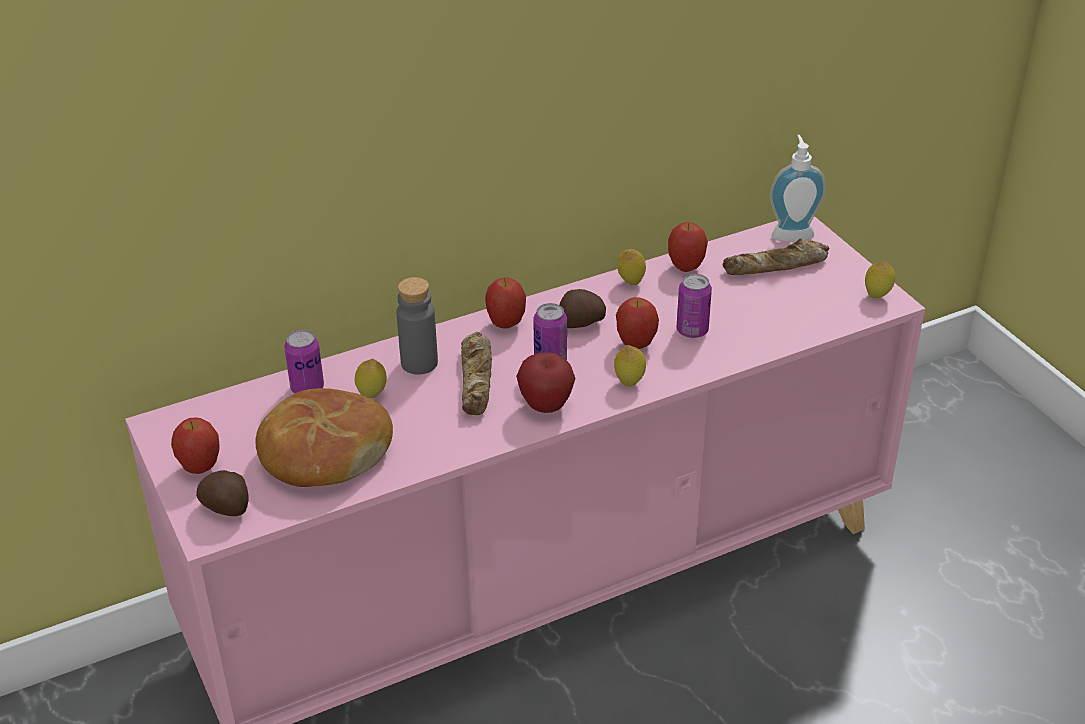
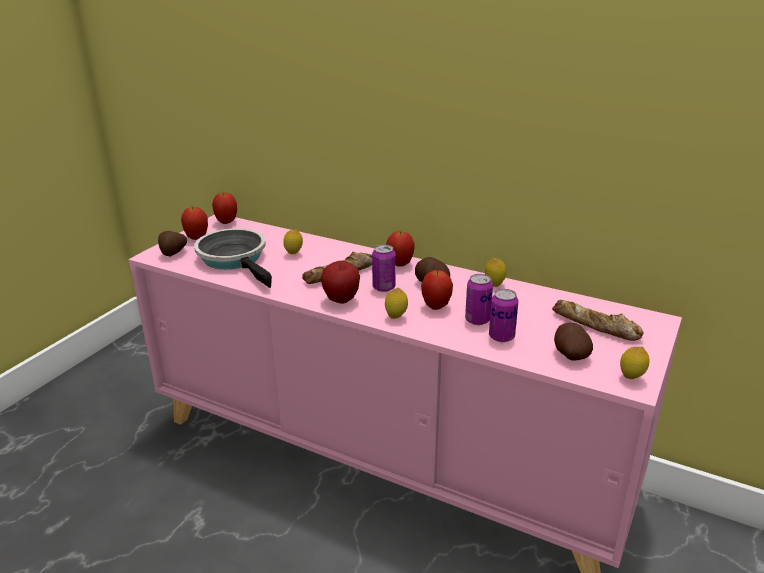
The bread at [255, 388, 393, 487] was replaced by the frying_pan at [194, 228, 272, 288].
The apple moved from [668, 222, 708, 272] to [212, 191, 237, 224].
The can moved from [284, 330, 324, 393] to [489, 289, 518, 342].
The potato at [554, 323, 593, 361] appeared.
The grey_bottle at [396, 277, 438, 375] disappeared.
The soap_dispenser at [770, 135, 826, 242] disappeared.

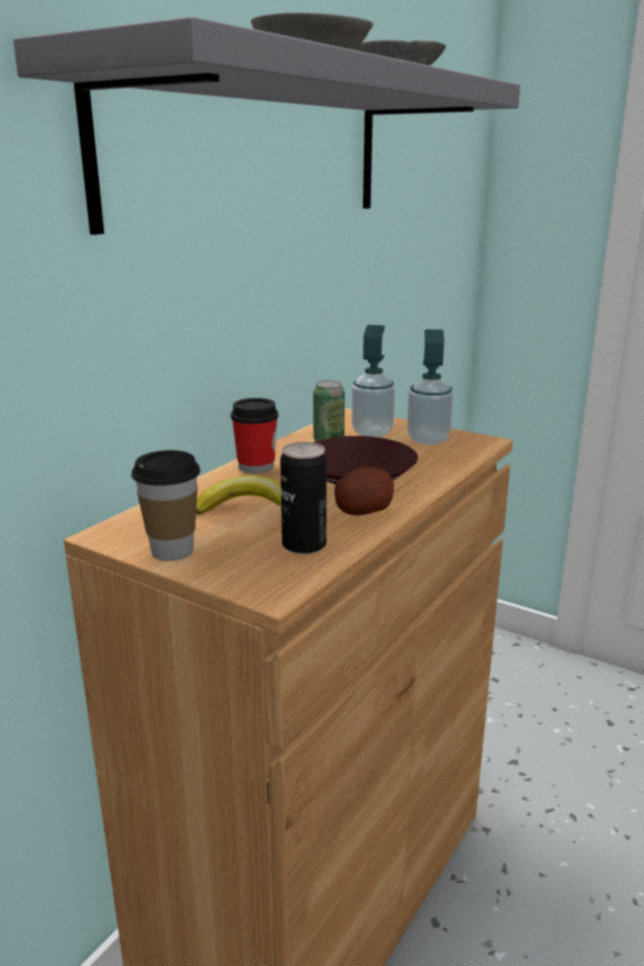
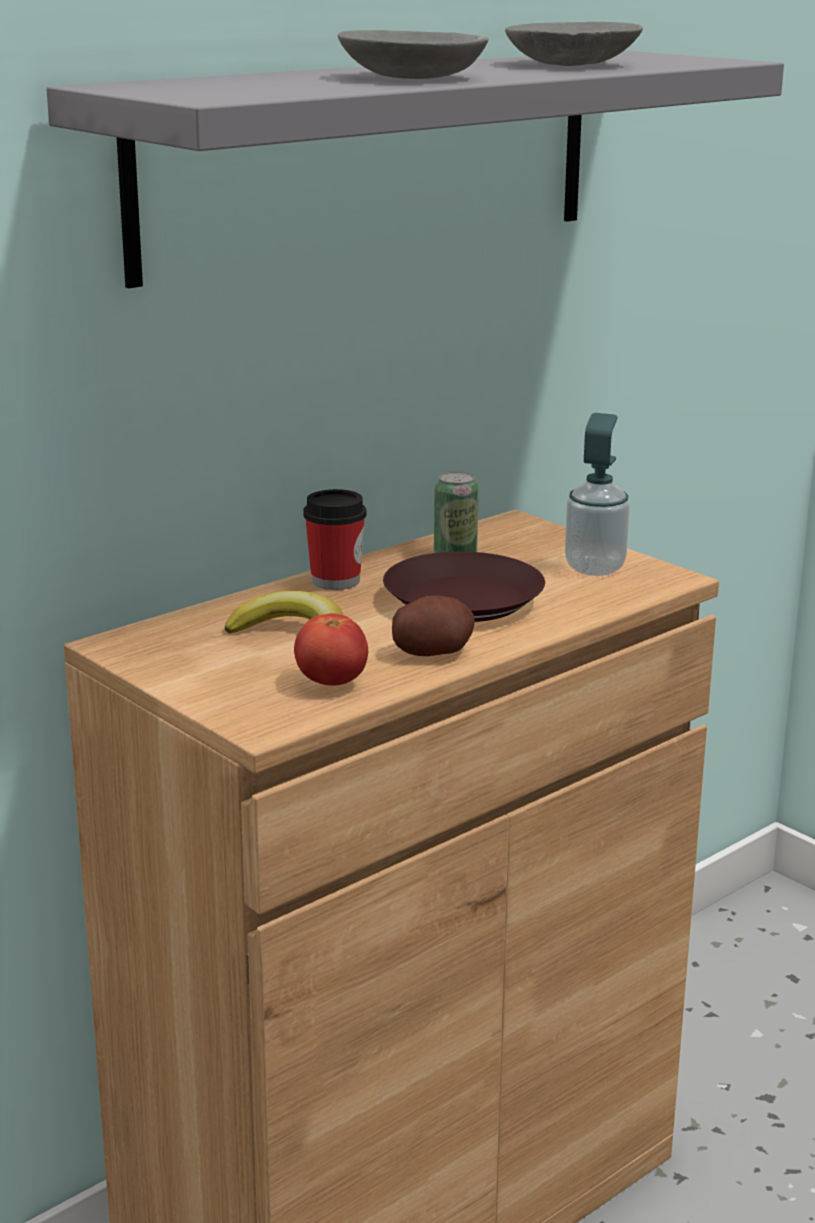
The can at [280, 442, 327, 554] was replaced by the tomato at [294, 613, 368, 686].
The cup at [131, 450, 200, 561] disappeared.
The soap_dispenser at [352, 325, 395, 437] disappeared.

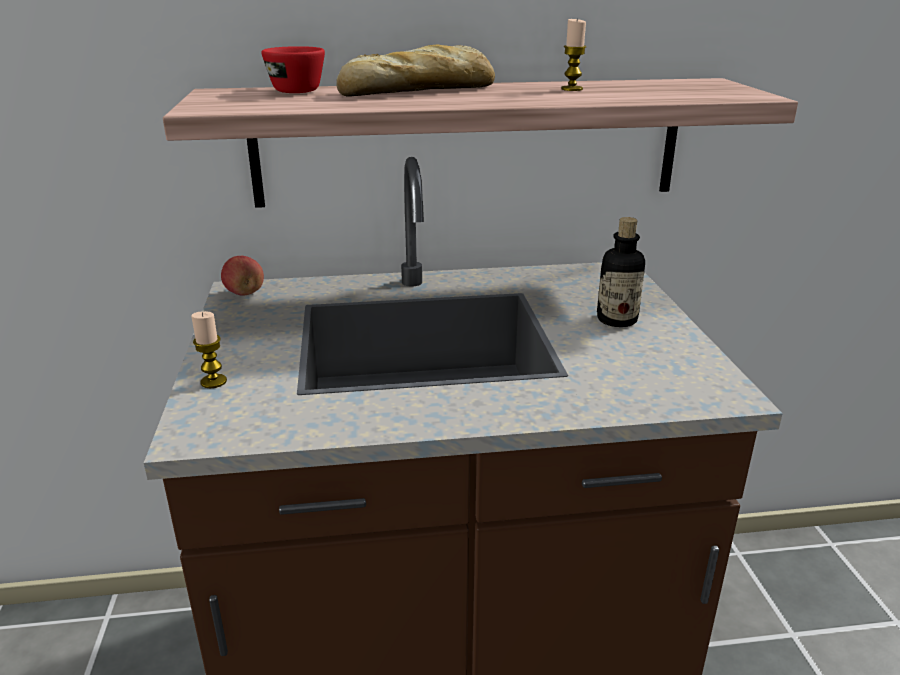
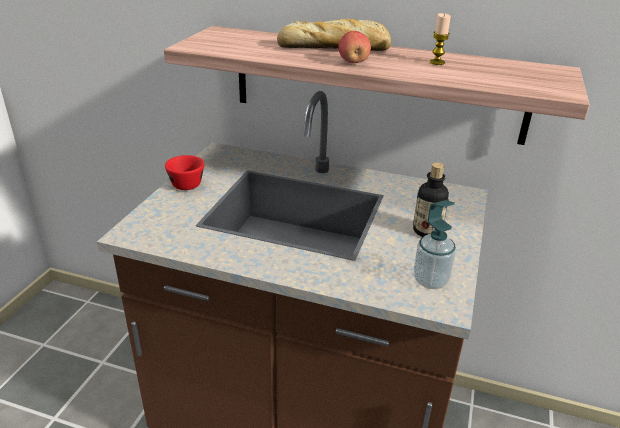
The red_cup moved from [261, 46, 325, 93] to [165, 155, 204, 190].
The apple moved from [221, 256, 264, 296] to [338, 31, 371, 63].
The soap_dispenser at [414, 200, 456, 289] appeared.
The candle at [191, 311, 227, 388] disappeared.

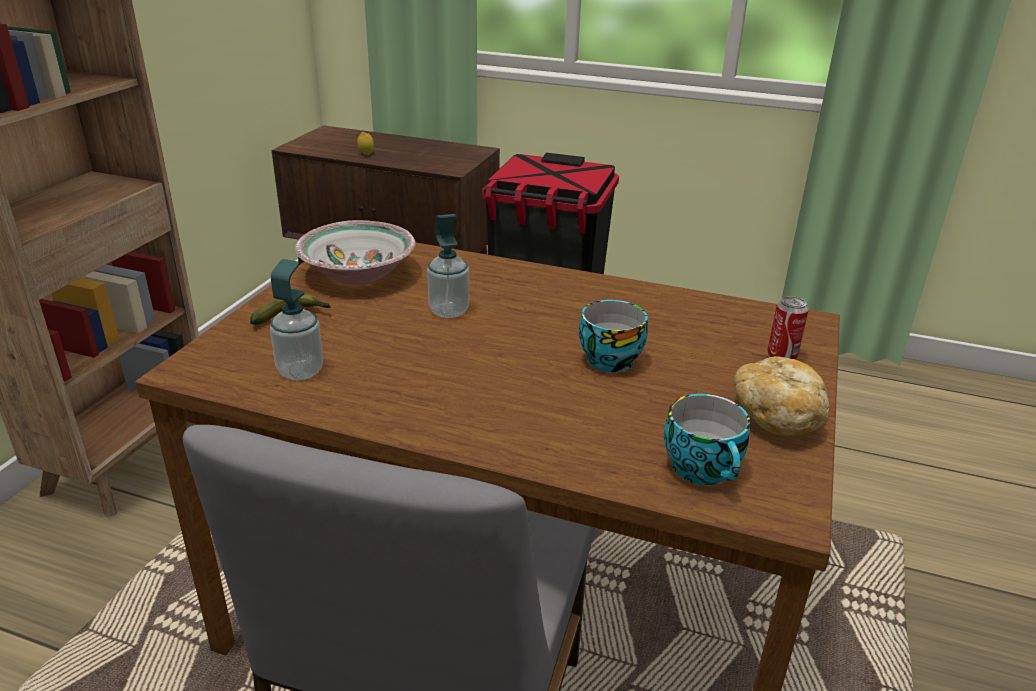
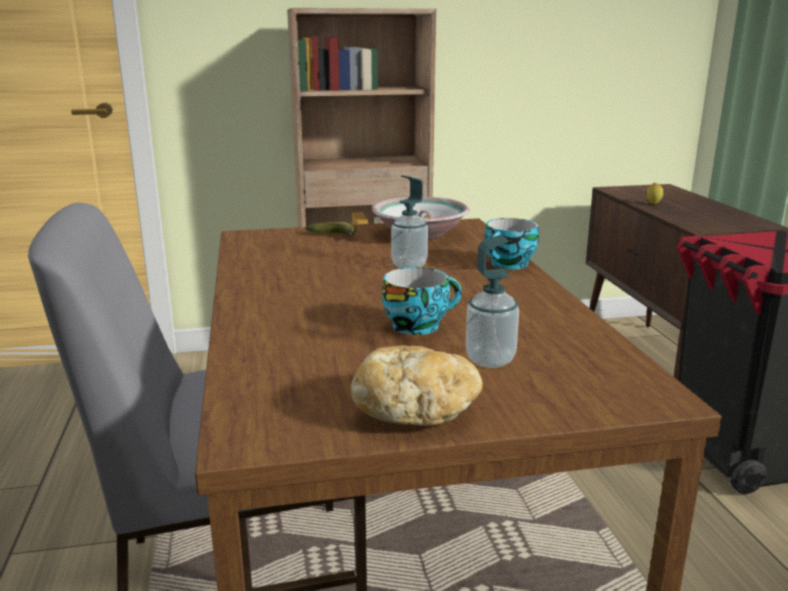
The soap_dispenser moved from [270, 259, 323, 380] to [466, 235, 519, 368].
The cup moved from [664, 394, 750, 485] to [484, 218, 539, 270].
The can at [768, 296, 809, 359] disappeared.

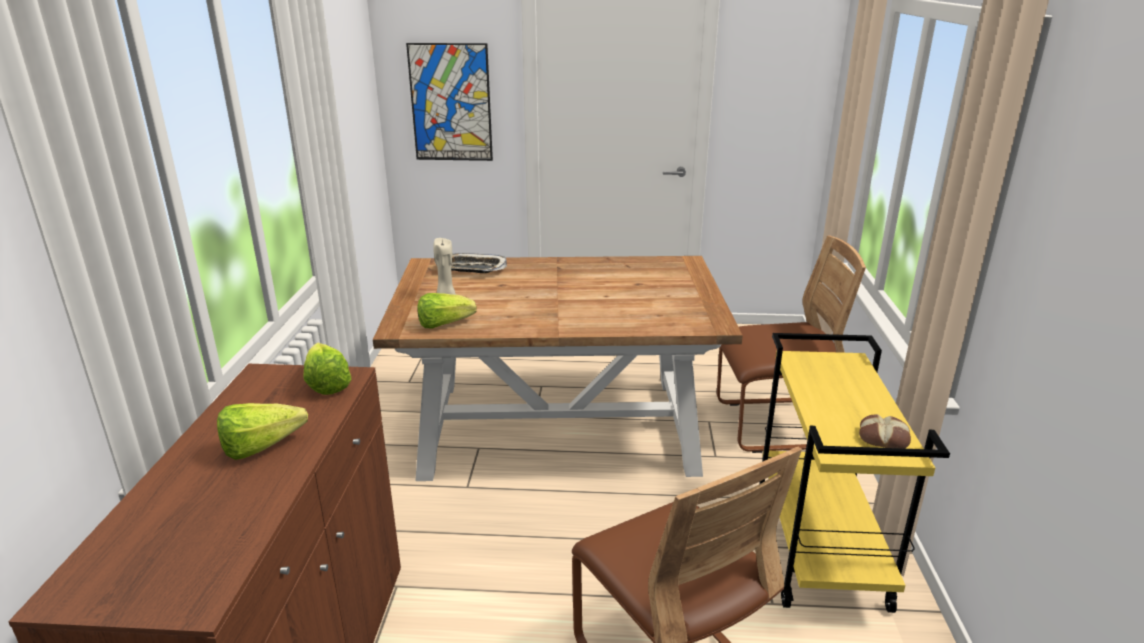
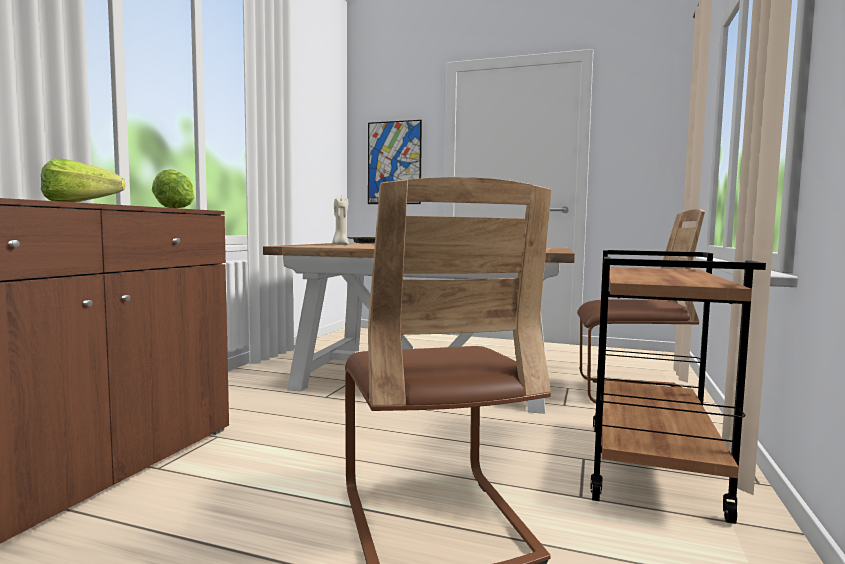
The yellow_cart at [759, 333, 950, 613] became the brown_cart at [590, 250, 766, 524].
The lettuce at [417, 293, 477, 328] disappeared.
The bread at [859, 414, 911, 449] disappeared.

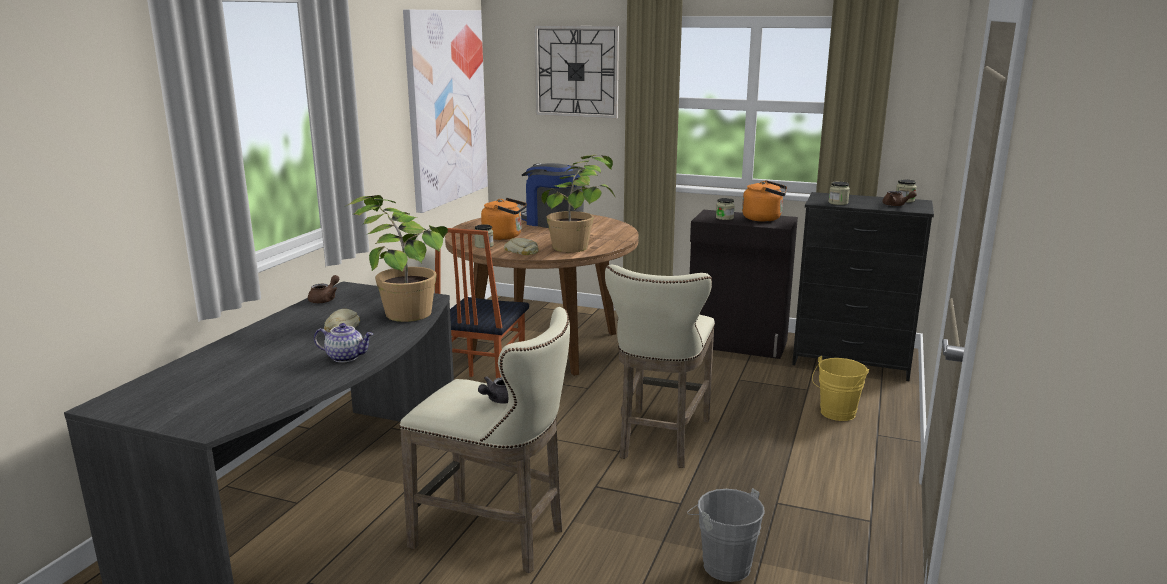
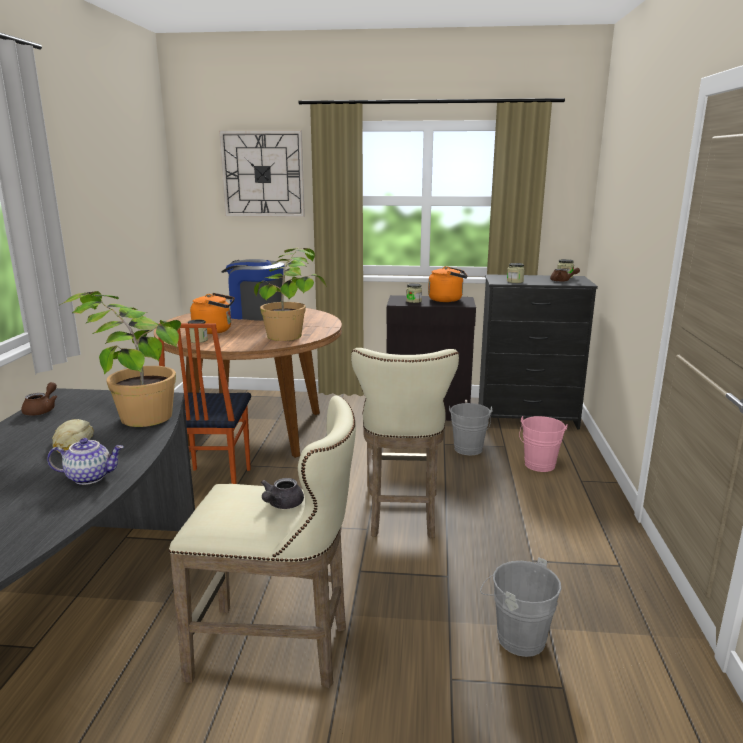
The grey_bucket at [449, 403, 492, 455] appeared.
The yellow_bucket at [812, 356, 869, 421] became the pink_bucket at [519, 416, 568, 472].
The picture at [403, 10, 488, 213] disappeared.
The bread at [504, 238, 539, 255] disappeared.

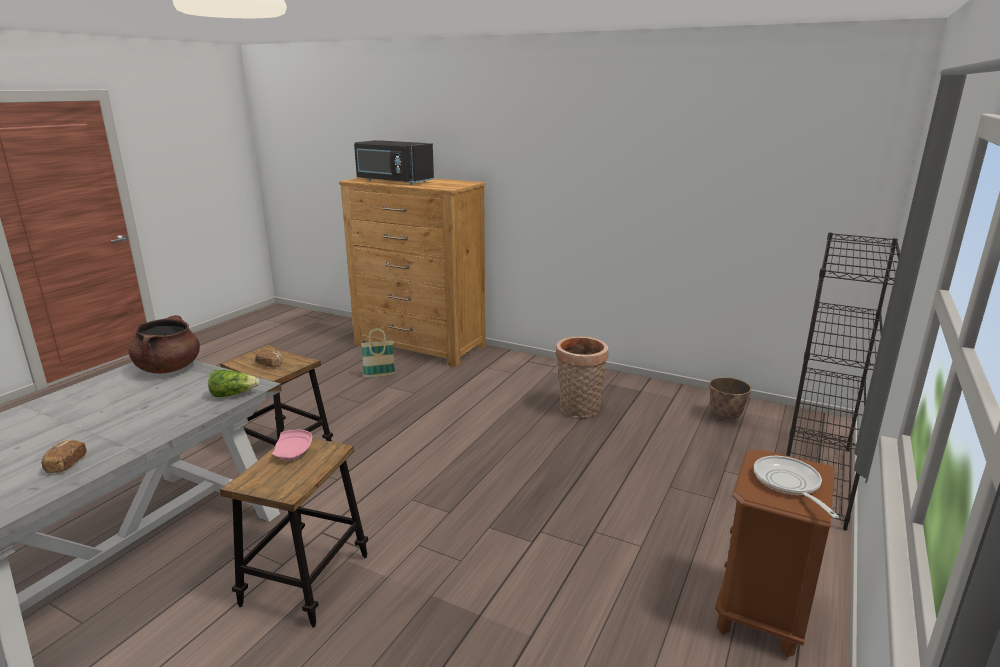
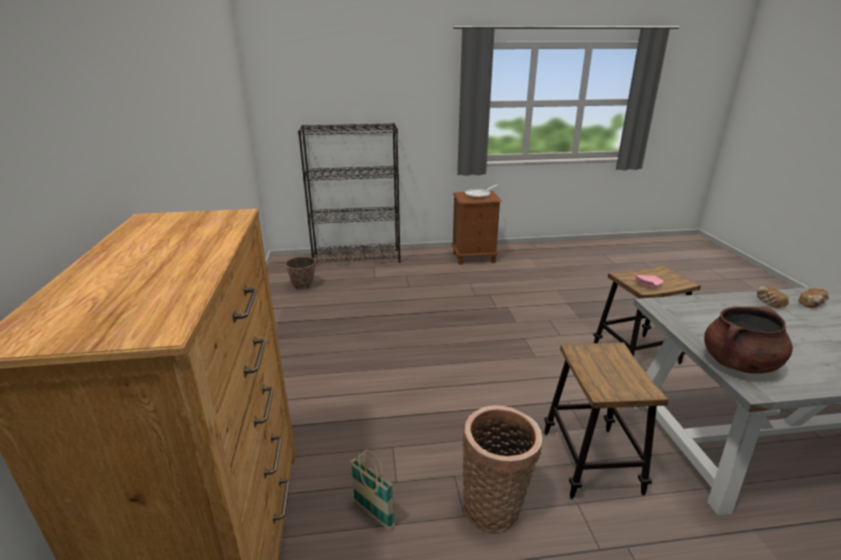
The basket moved from [556, 336, 608, 418] to [462, 406, 543, 533].
The bread moved from [255, 349, 282, 367] to [757, 286, 789, 308].
The lettuce at [208, 370, 260, 397] disappeared.
The black_microwave at [354, 140, 434, 185] disappeared.

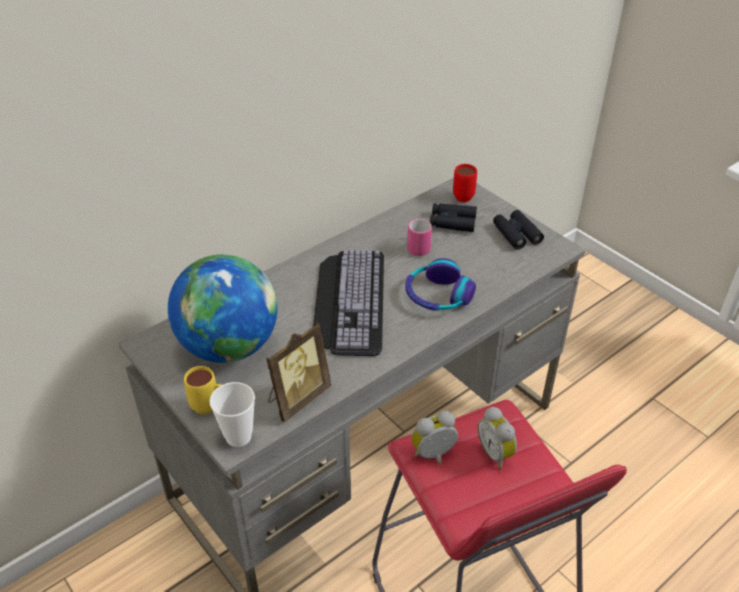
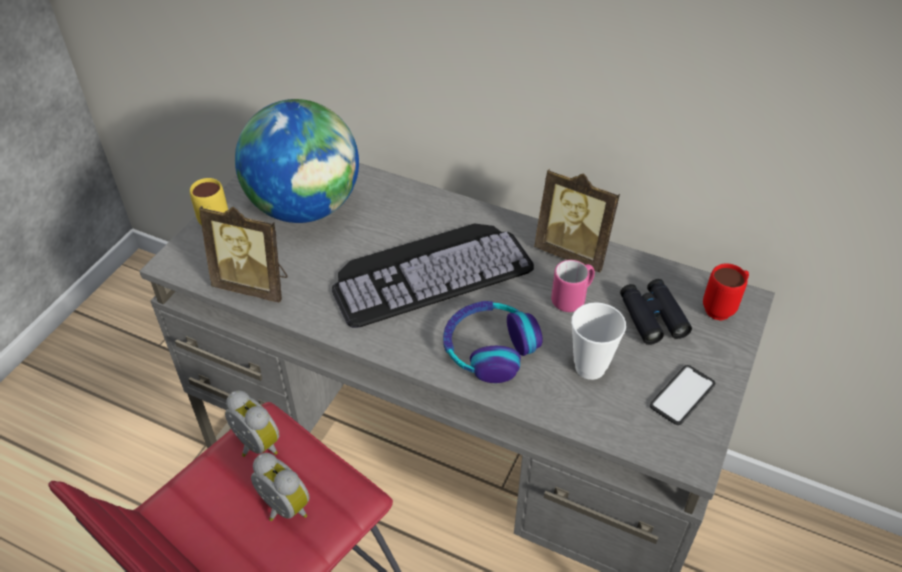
The alarm_clock at [478, 407, 517, 469] turned 90 degrees clockwise.
The picture_frame at [534, 168, 620, 272] appeared.
The cup moved from [210, 382, 255, 447] to [571, 302, 626, 380].
The black_binoculars at [493, 210, 544, 250] was replaced by the phone at [650, 365, 715, 425].

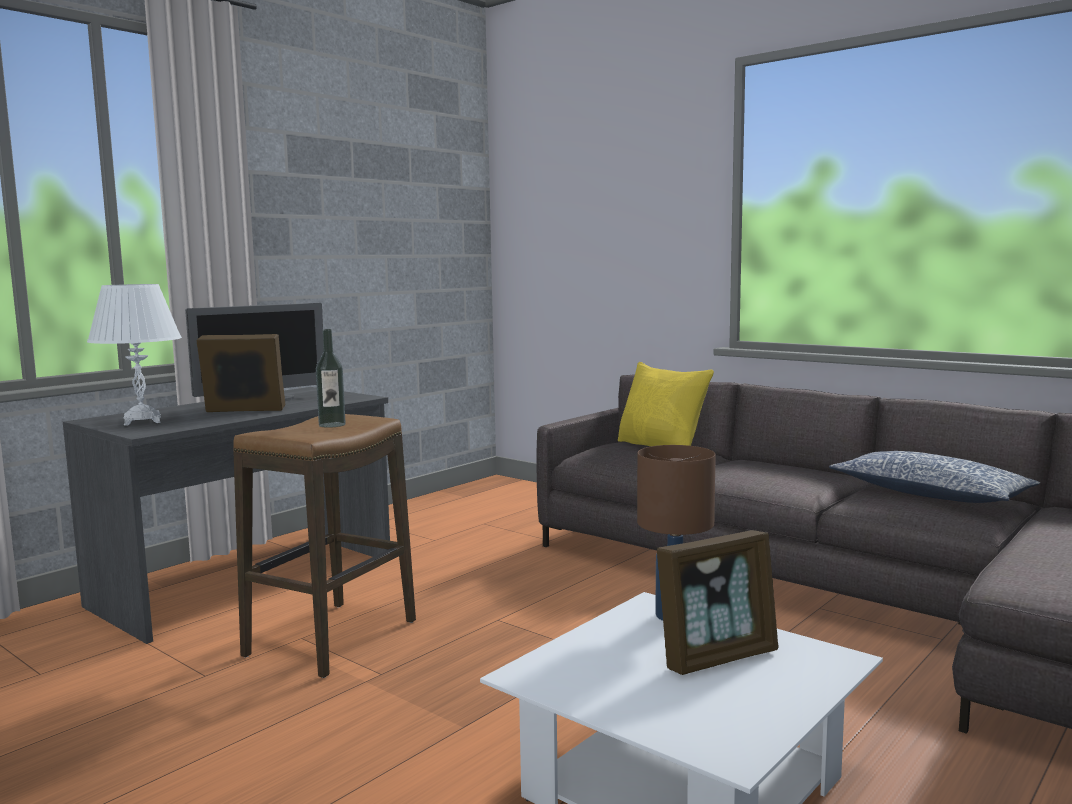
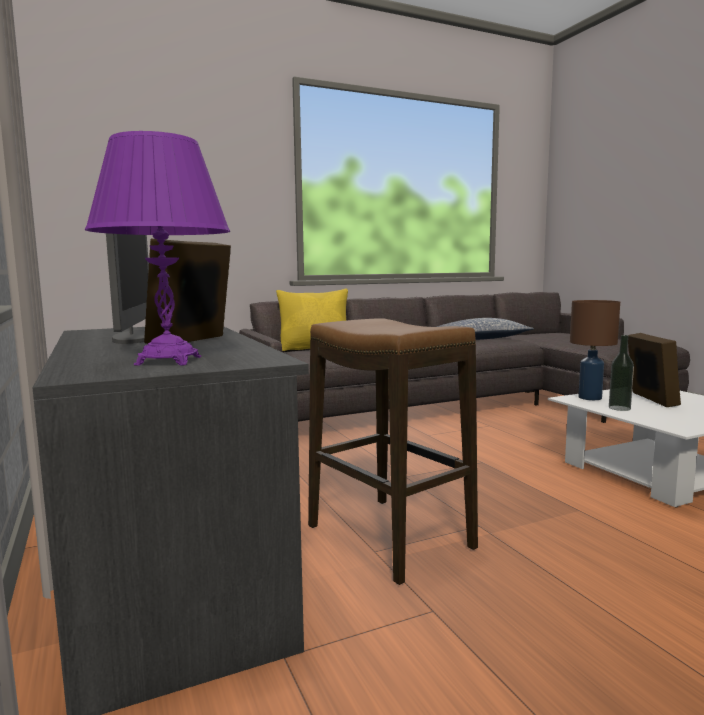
The white_table_lamp at [87, 284, 182, 426] became the purple_table_lamp at [85, 131, 230, 366].
The bottle moved from [316, 329, 346, 428] to [609, 335, 634, 411].

